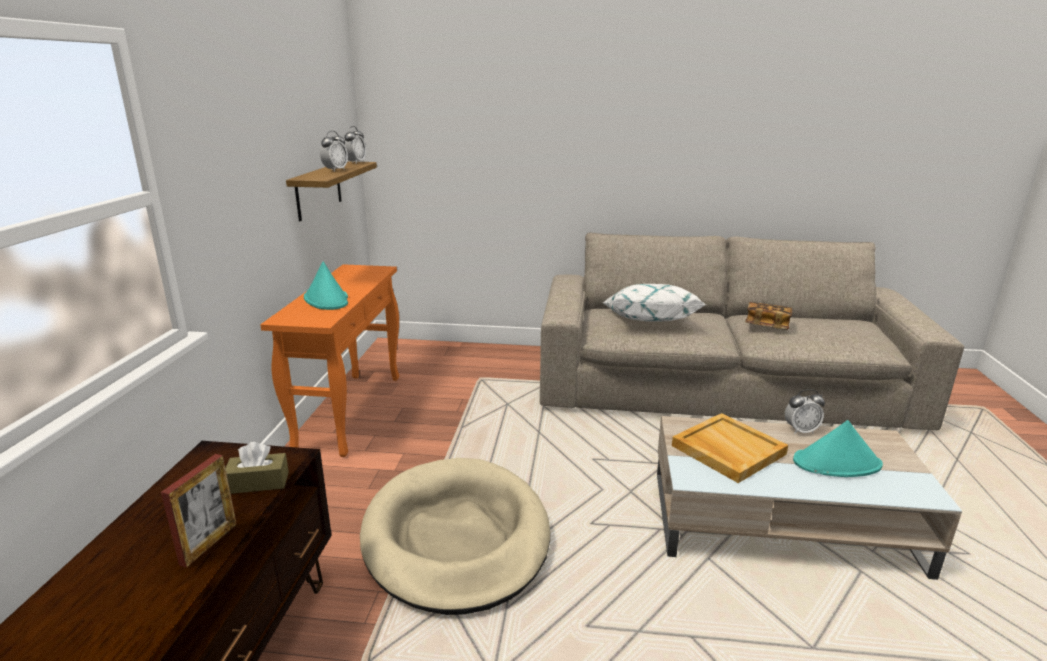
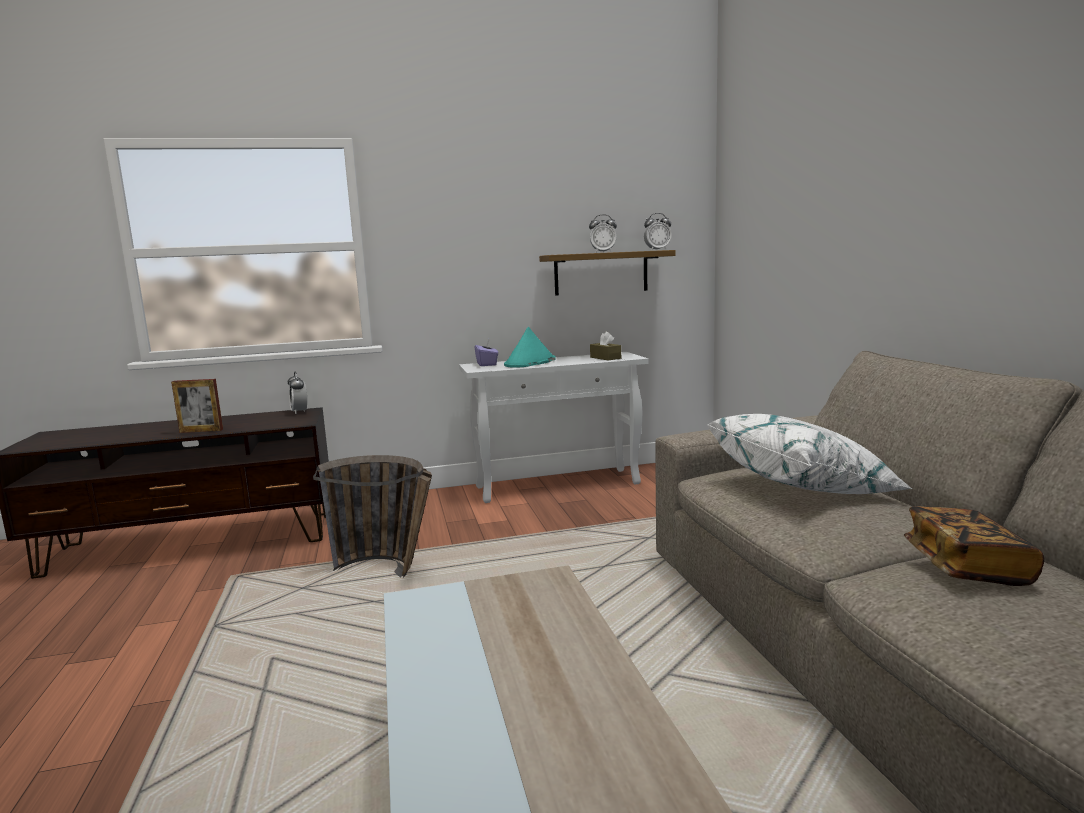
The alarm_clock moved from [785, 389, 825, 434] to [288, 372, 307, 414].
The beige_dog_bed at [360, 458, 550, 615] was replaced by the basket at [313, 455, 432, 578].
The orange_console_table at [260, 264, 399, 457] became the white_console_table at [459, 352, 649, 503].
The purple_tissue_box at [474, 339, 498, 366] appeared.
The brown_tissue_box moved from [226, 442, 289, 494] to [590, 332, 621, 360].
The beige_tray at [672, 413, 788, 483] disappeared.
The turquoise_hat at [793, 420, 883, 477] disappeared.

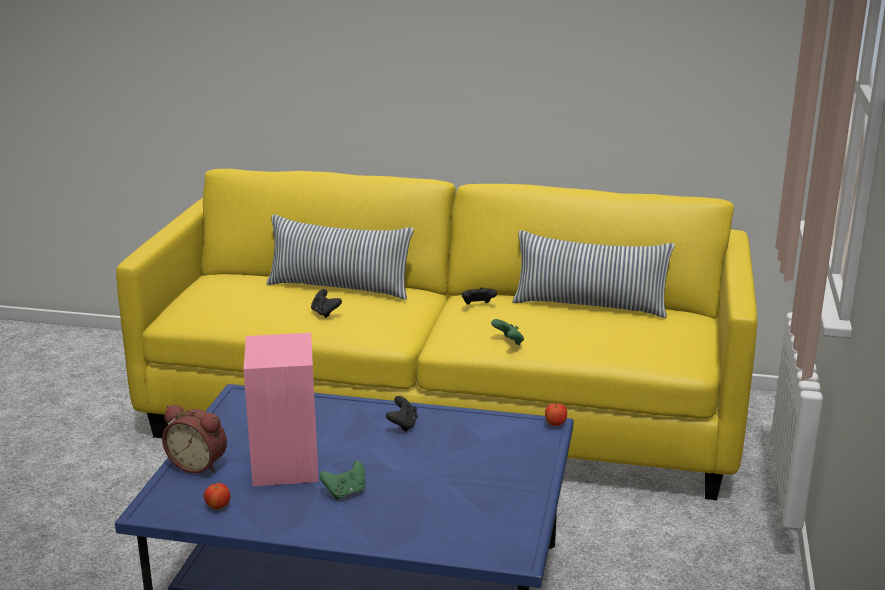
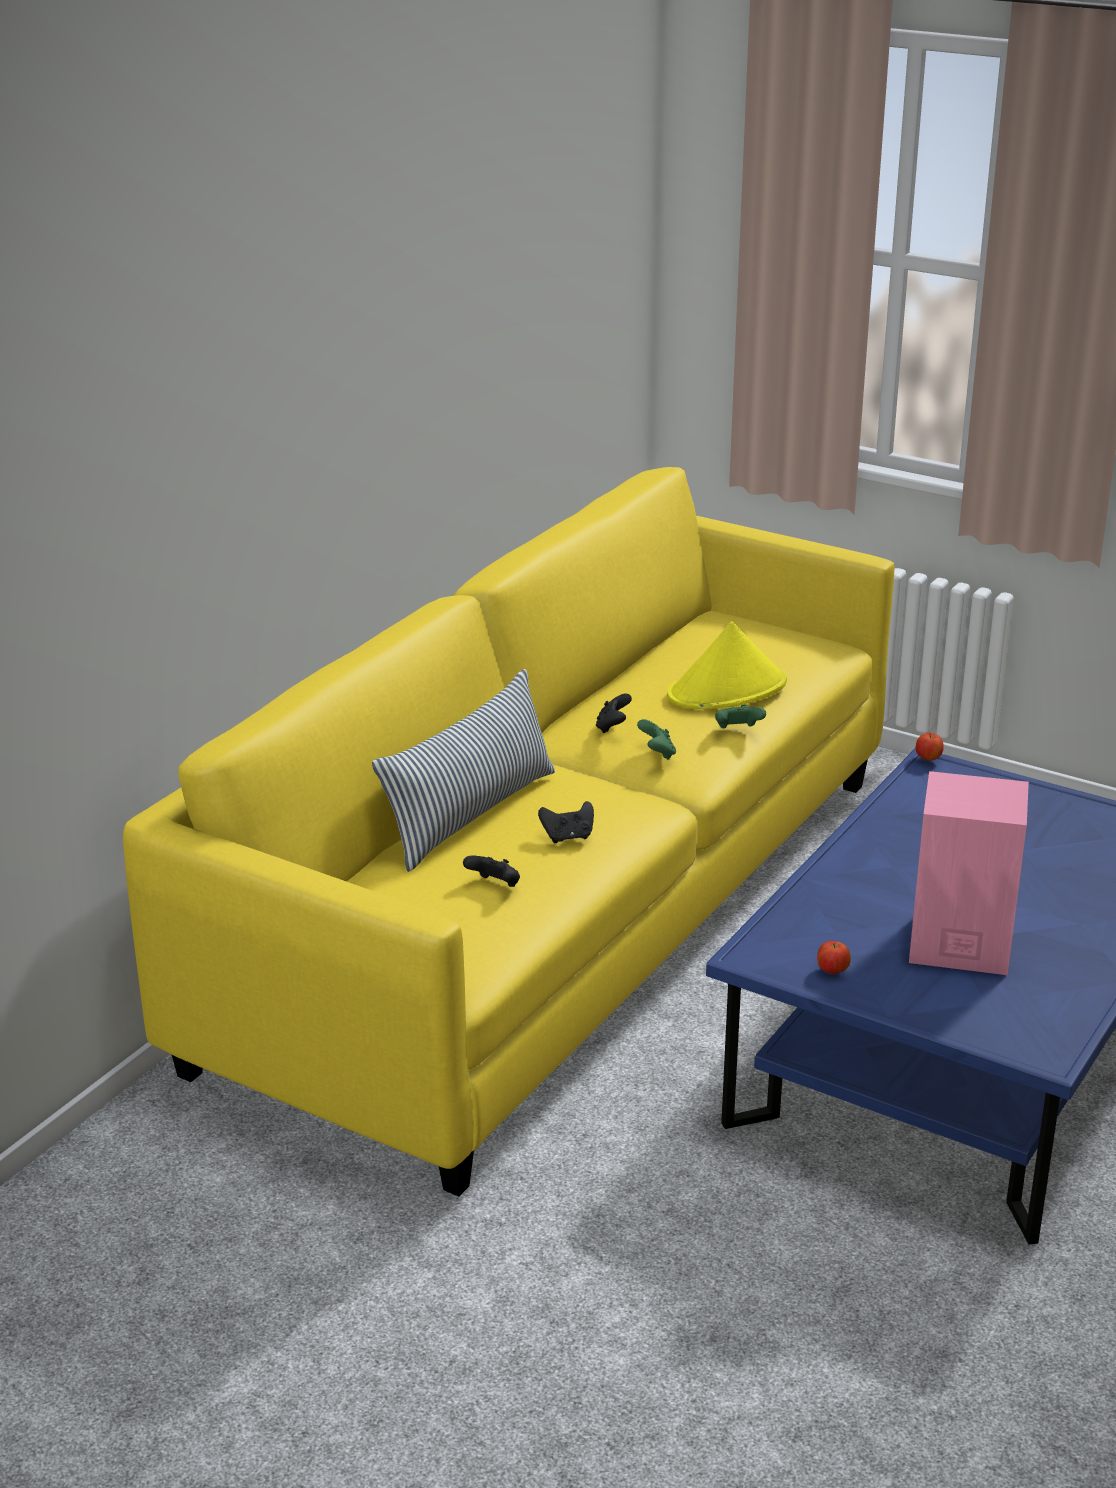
The black_game_controller moved from [386, 396, 418, 432] to [463, 856, 520, 887].
The green_game_controller moved from [320, 460, 366, 500] to [637, 719, 676, 760].
The yellow_hat at [667, 621, 787, 709] appeared.
The apple moved from [204, 483, 230, 510] to [817, 941, 851, 974].
The alarm_clock at [162, 405, 227, 473] disappeared.
The pillow at [513, 230, 675, 318] disappeared.

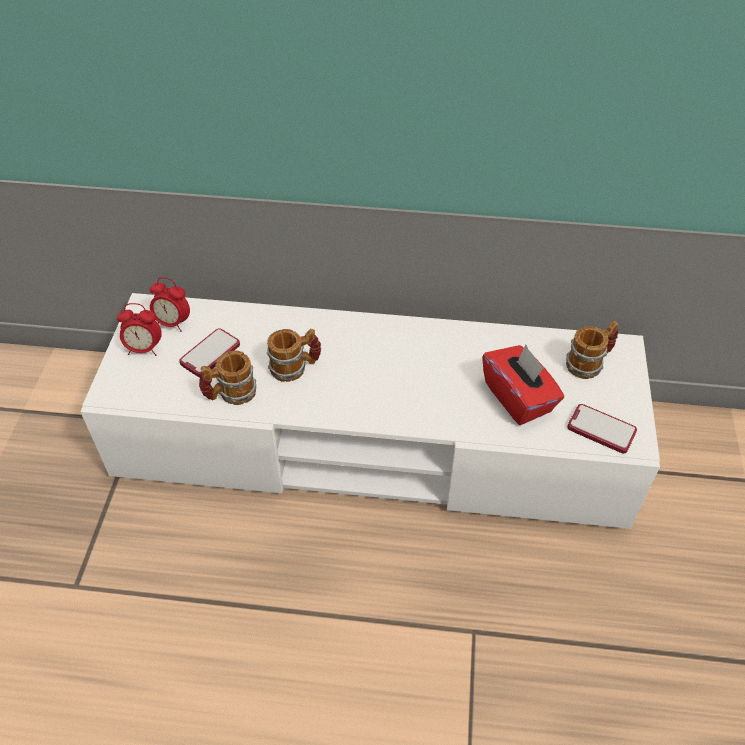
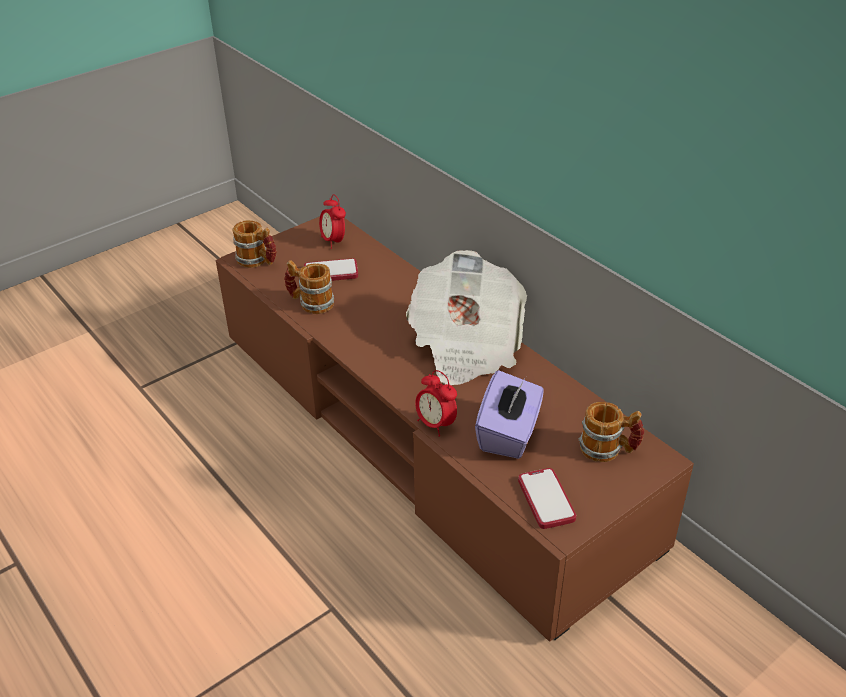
The white_tv_stand at [80, 293, 660, 529] became the brown_tv_stand at [216, 216, 694, 642].
The mug moved from [267, 329, 321, 382] to [232, 220, 277, 268].
The newspaper at [406, 250, 527, 385] appeared.
The alarm_clock moved from [117, 303, 162, 356] to [415, 370, 457, 437].
The red_tissue_box at [482, 345, 564, 425] became the purple_tissue_box at [475, 370, 544, 459].

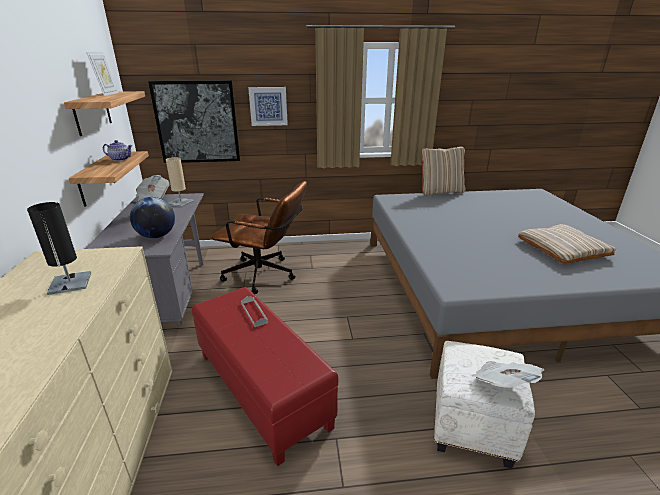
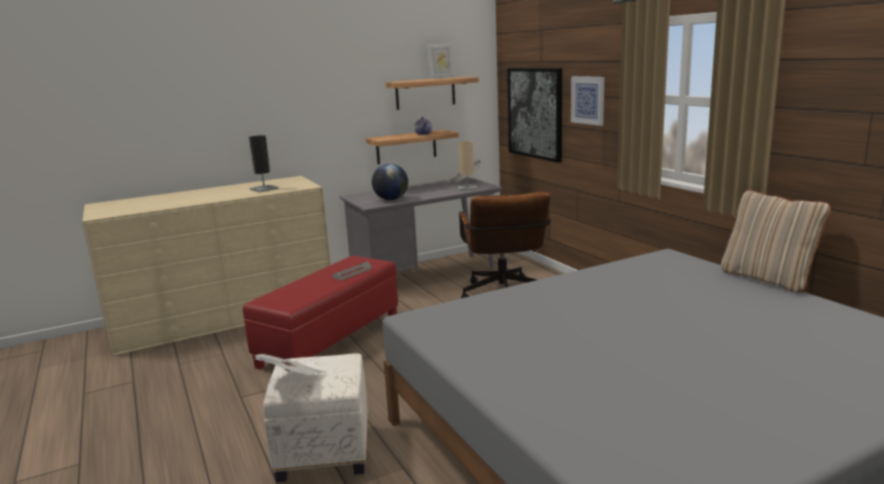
The beige_pillow at [518, 224, 616, 264] disappeared.

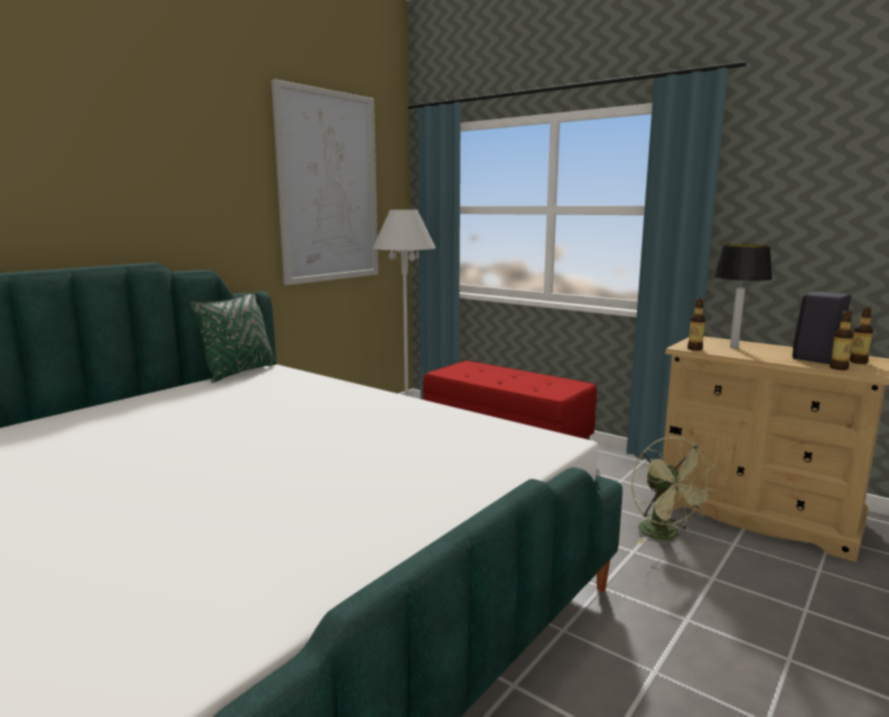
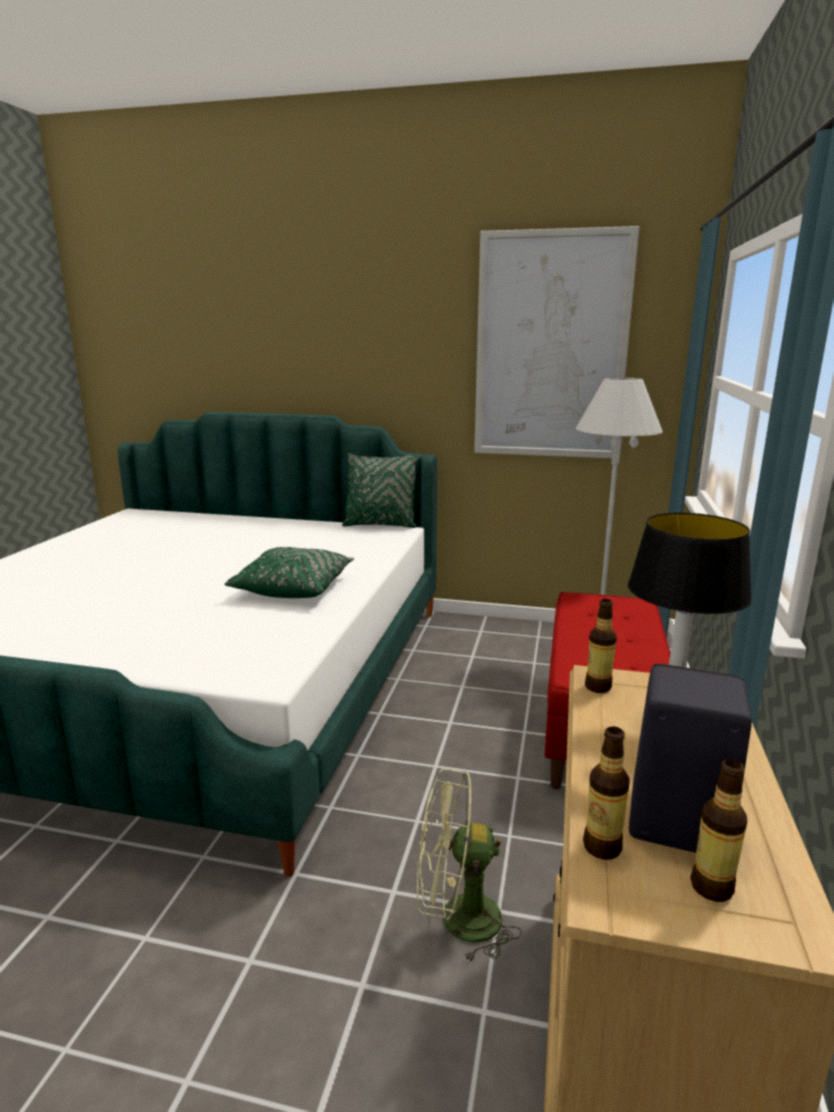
The green_pillow at [225, 547, 354, 598] appeared.
The green_fan at [631, 436, 716, 544] turned 45 degrees clockwise.

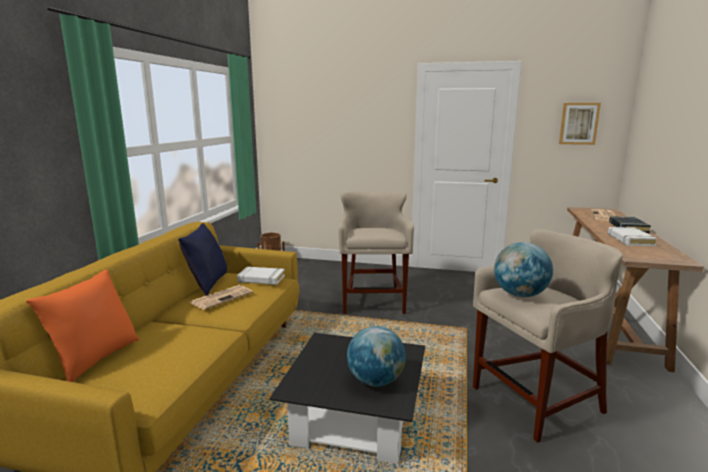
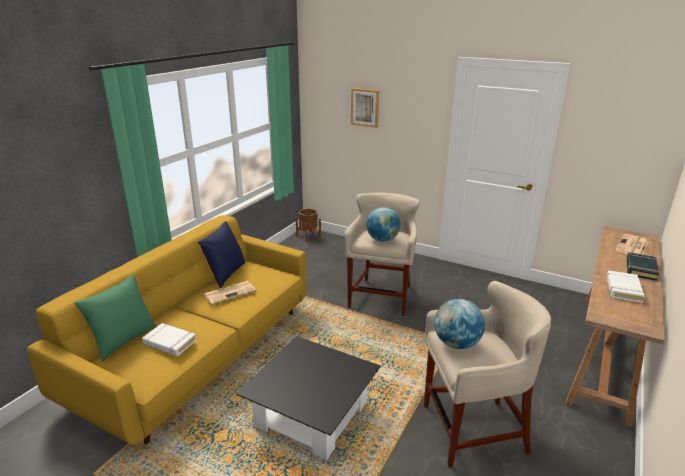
The orange_pillow at [26, 269, 139, 382] became the green_pillow at [74, 275, 157, 361].
The white_book moved from [237, 267, 285, 285] to [142, 323, 197, 356].
The picture moved from [559, 103, 601, 145] to [351, 88, 379, 128].
The globe moved from [347, 326, 406, 387] to [366, 207, 401, 242].

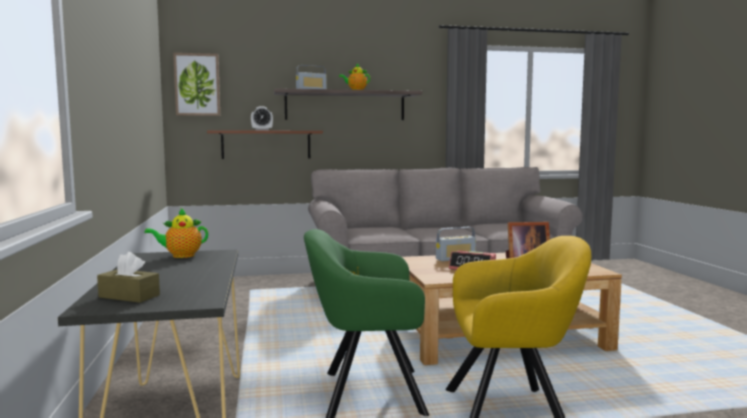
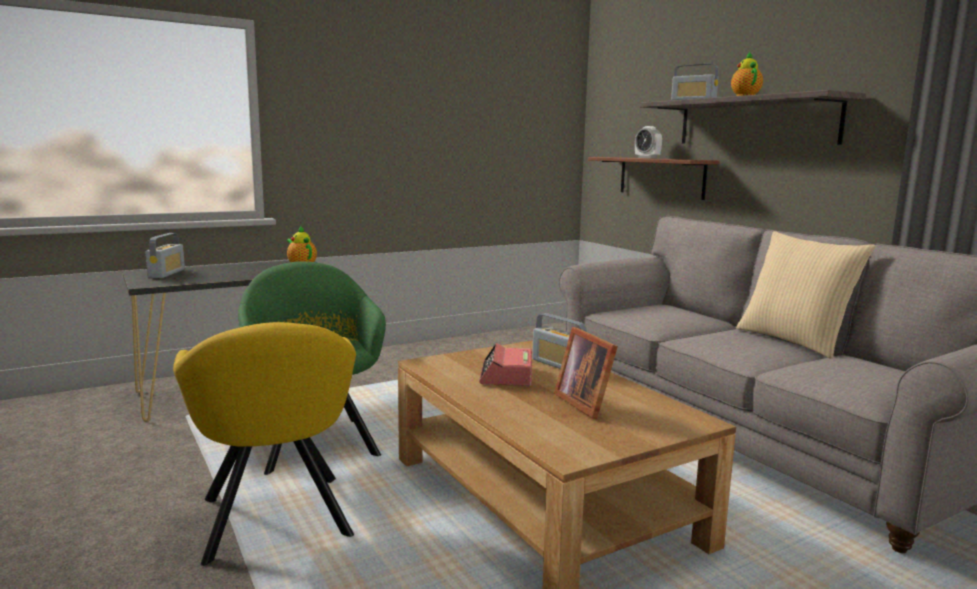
The brown_tissue_box at [97, 252, 160, 303] was replaced by the radio at [145, 233, 185, 278].
The beige_pillow at [736, 231, 875, 359] appeared.
The picture at [173, 53, 220, 116] disappeared.

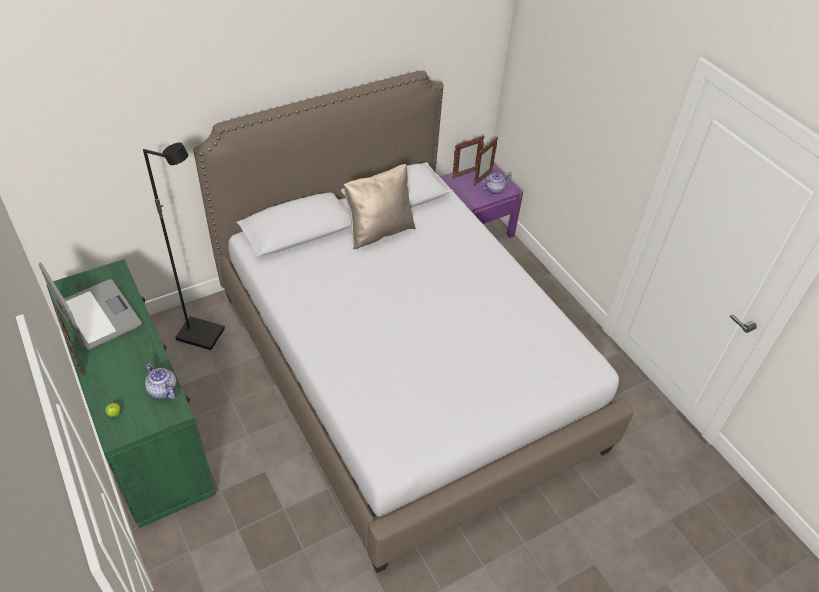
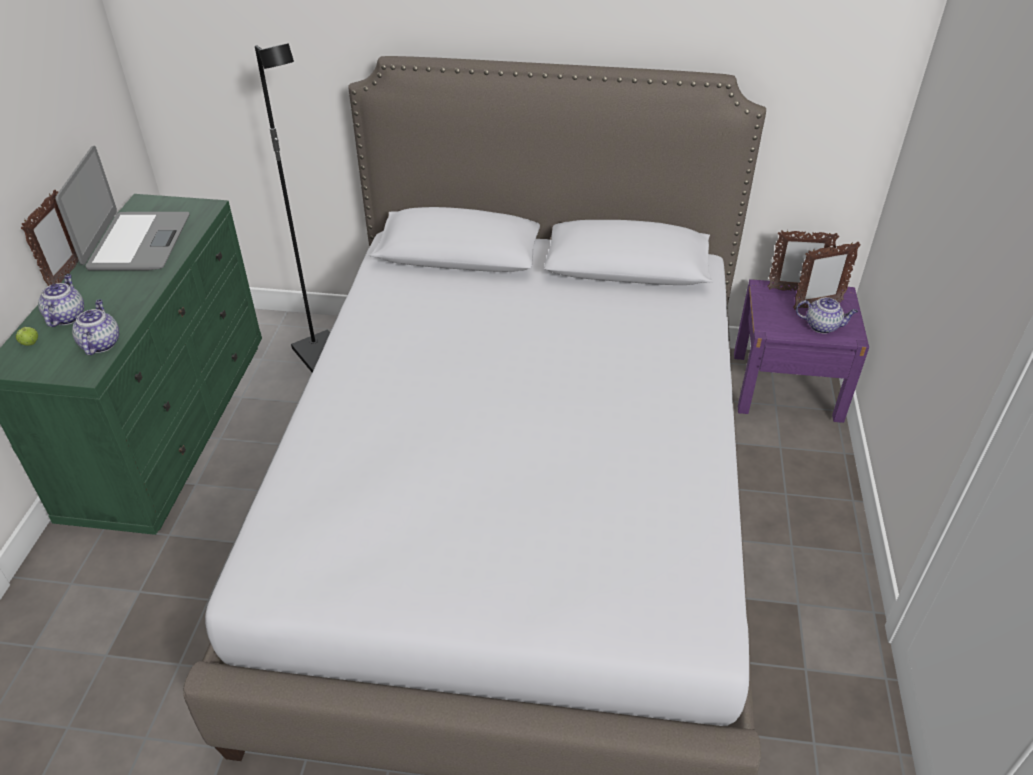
The teapot at [38, 274, 84, 327] appeared.
The beige_pillow at [344, 164, 416, 249] disappeared.

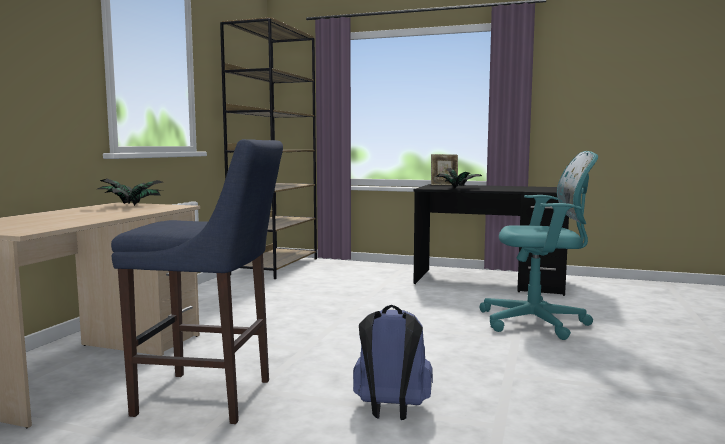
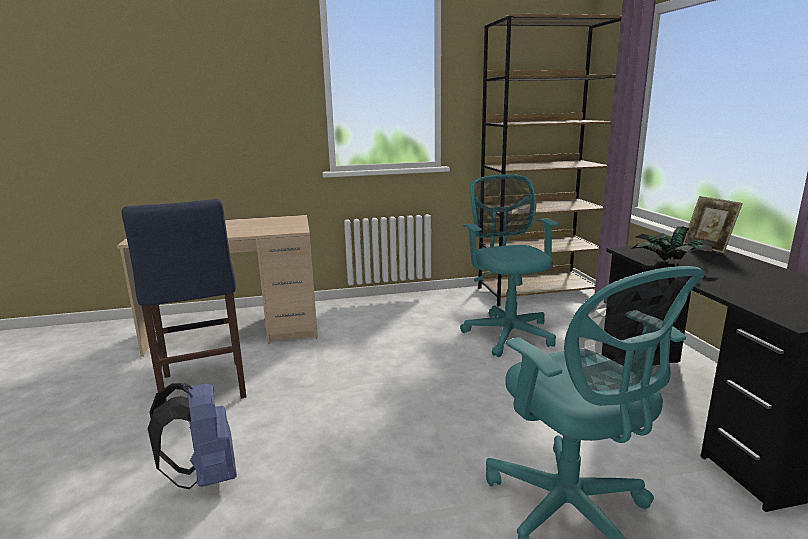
The turquoise_office_chair at [460, 174, 559, 357] appeared.
The potted_plant at [98, 179, 163, 206] disappeared.

